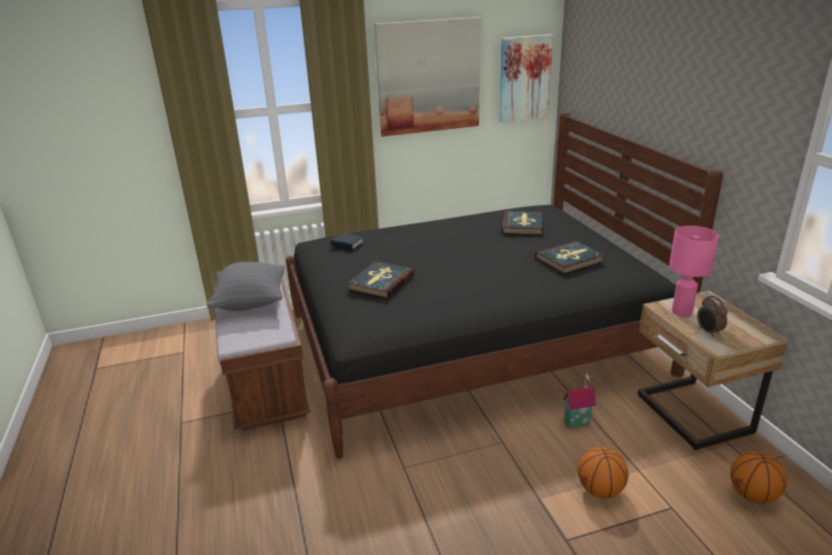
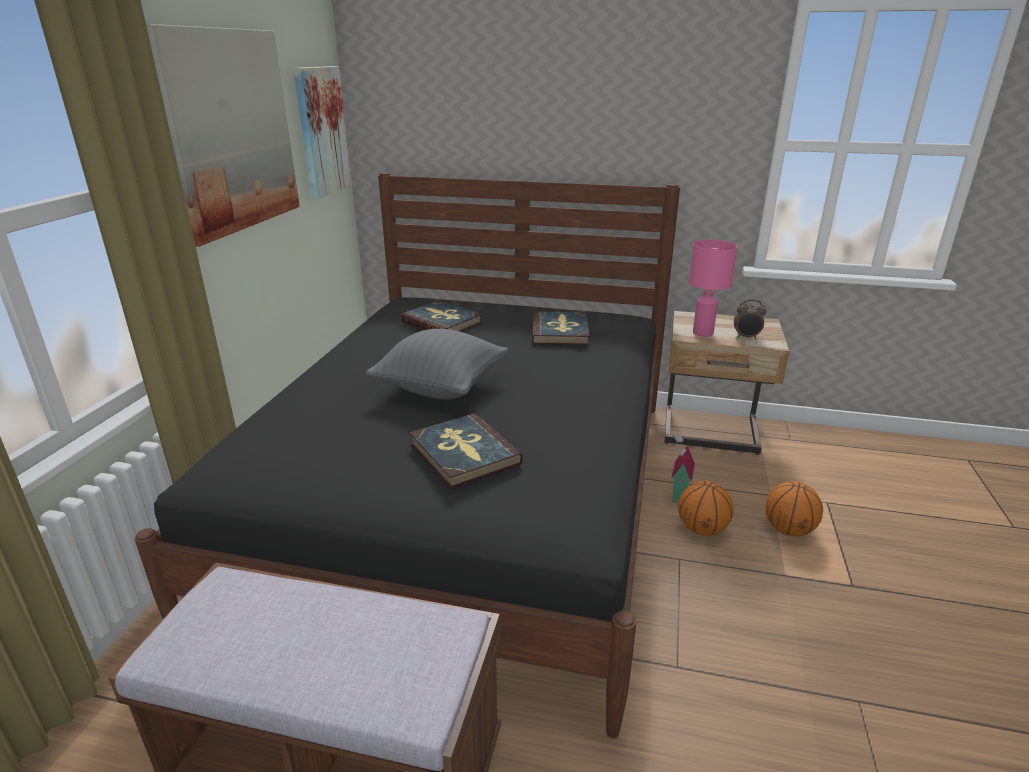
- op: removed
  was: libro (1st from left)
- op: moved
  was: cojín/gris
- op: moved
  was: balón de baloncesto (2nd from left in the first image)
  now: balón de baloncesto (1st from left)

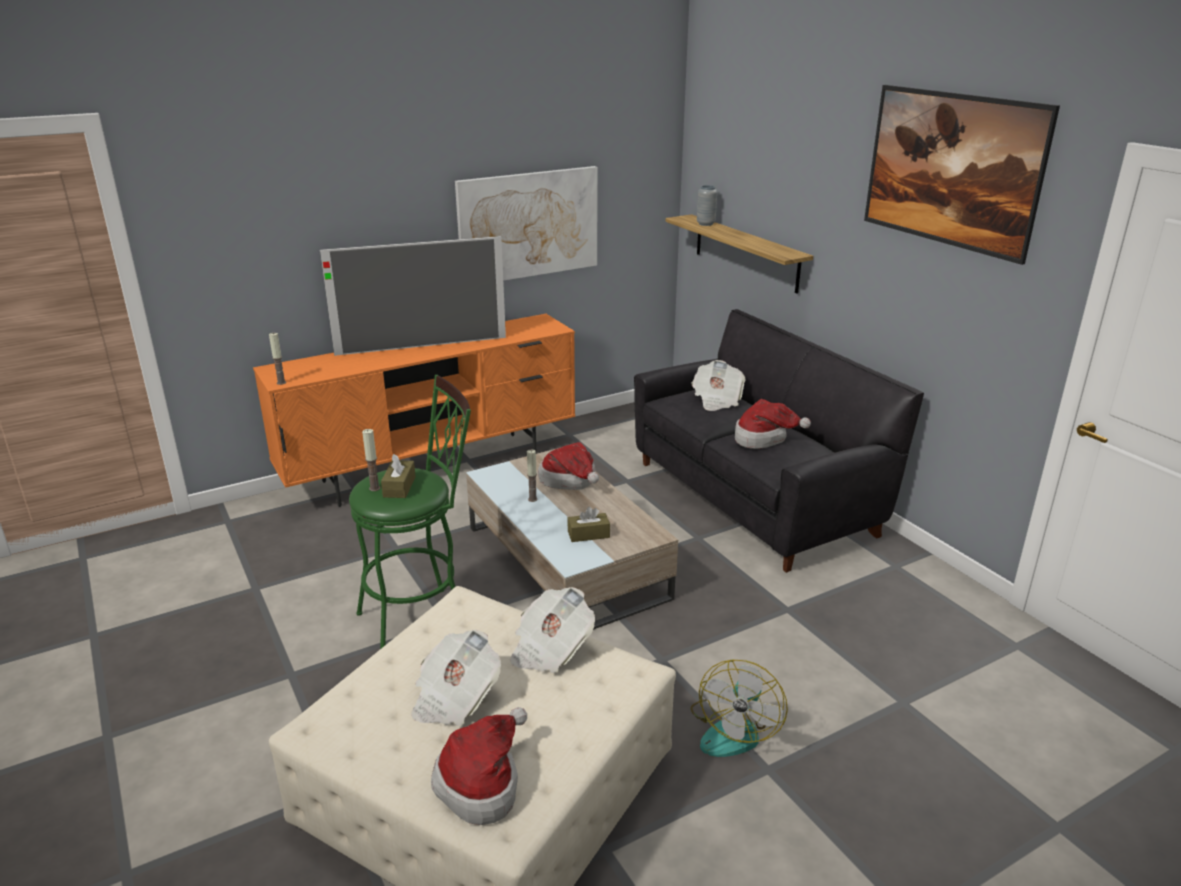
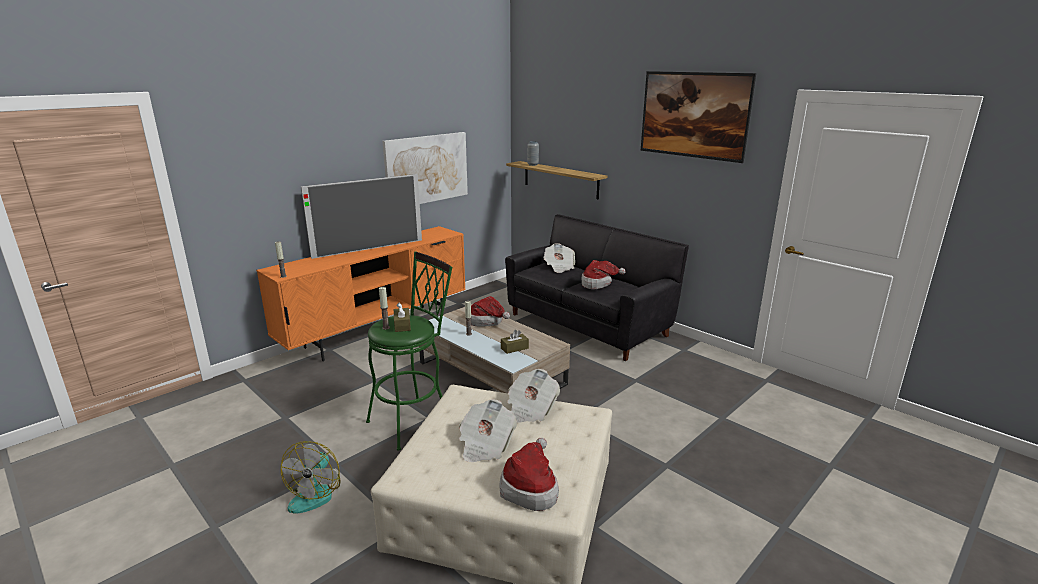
- op: moved
  was: ventilador

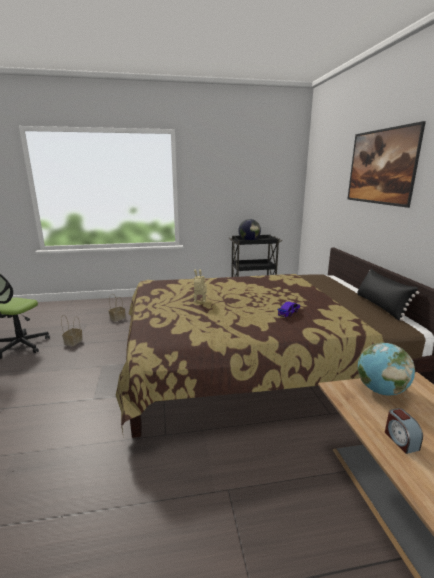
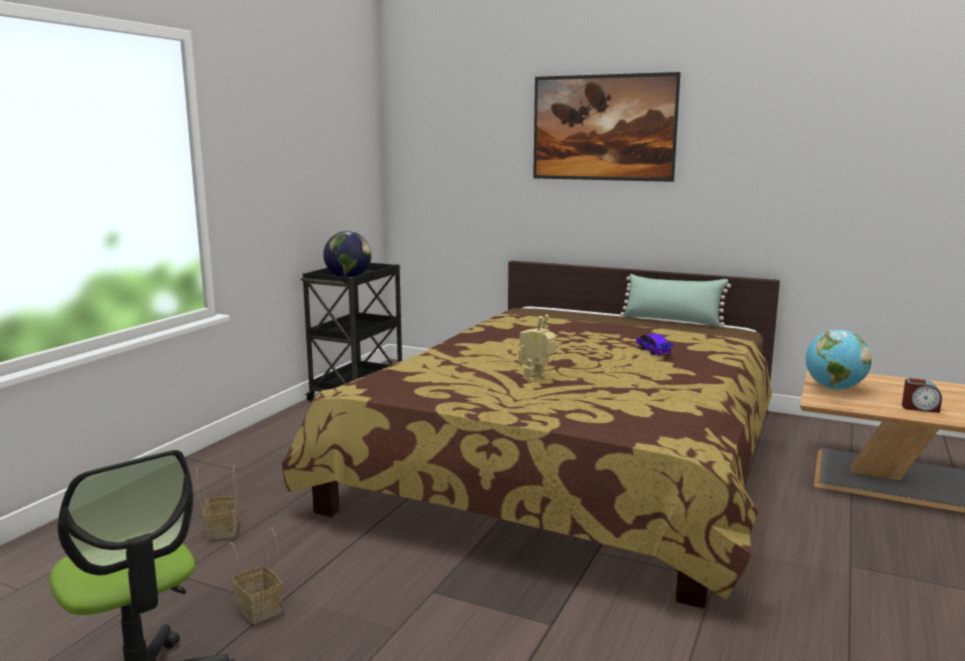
- op: recoloured
  was: cojín/negro
  now: cojín/verde

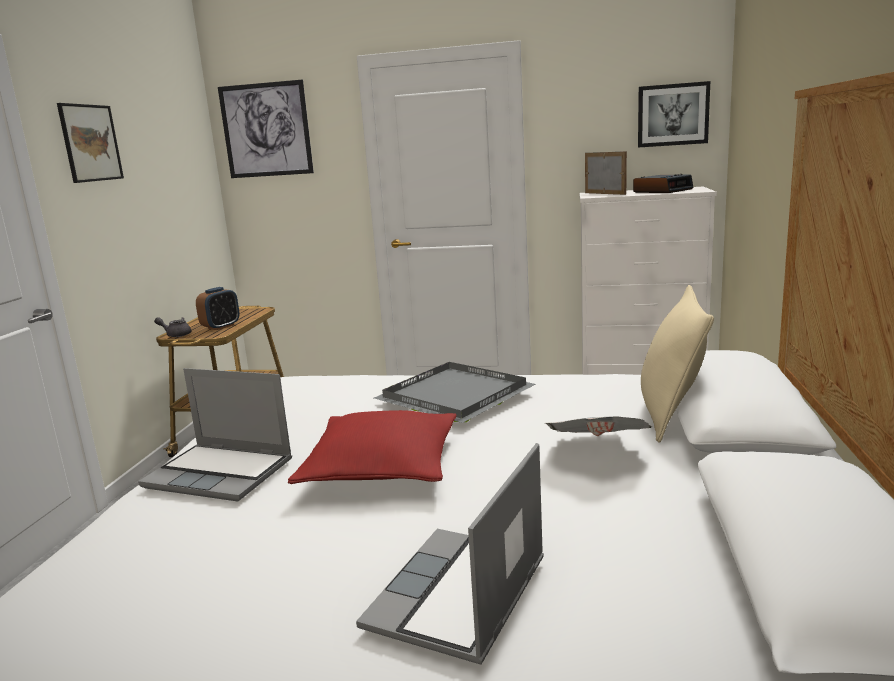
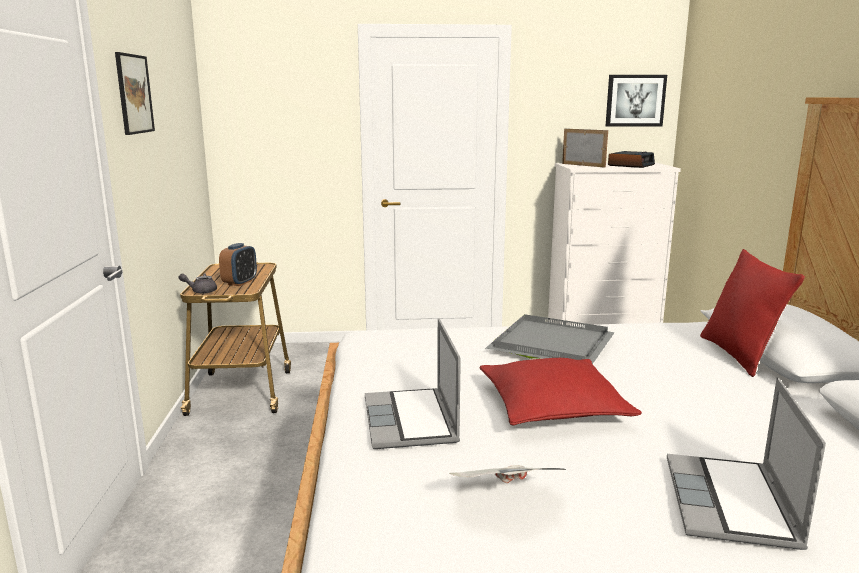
- op: removed
  was: cuadro (2nd from left)
- op: moved
  was: periódico
- op: recoloured
  was: cojín/beis
  now: cojín/rojo (2nd from left)
- op: turned
  was: portátil (1st from left)
  clockwise: 75

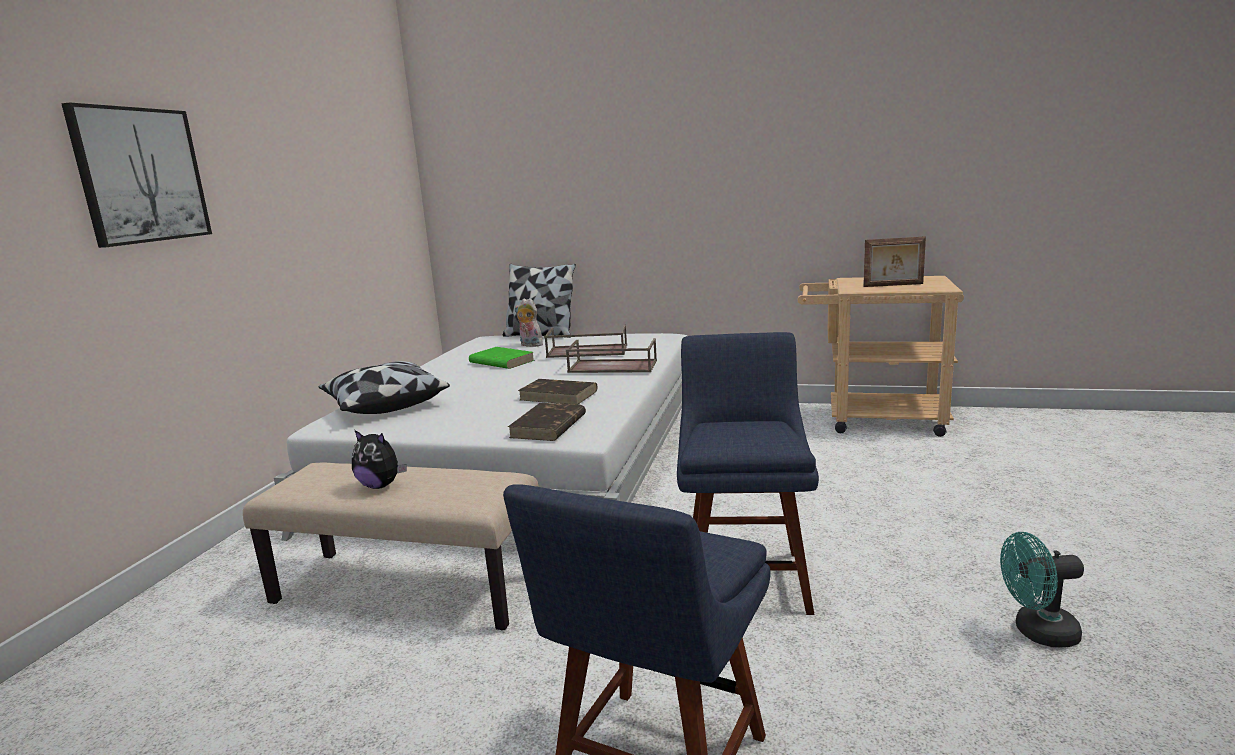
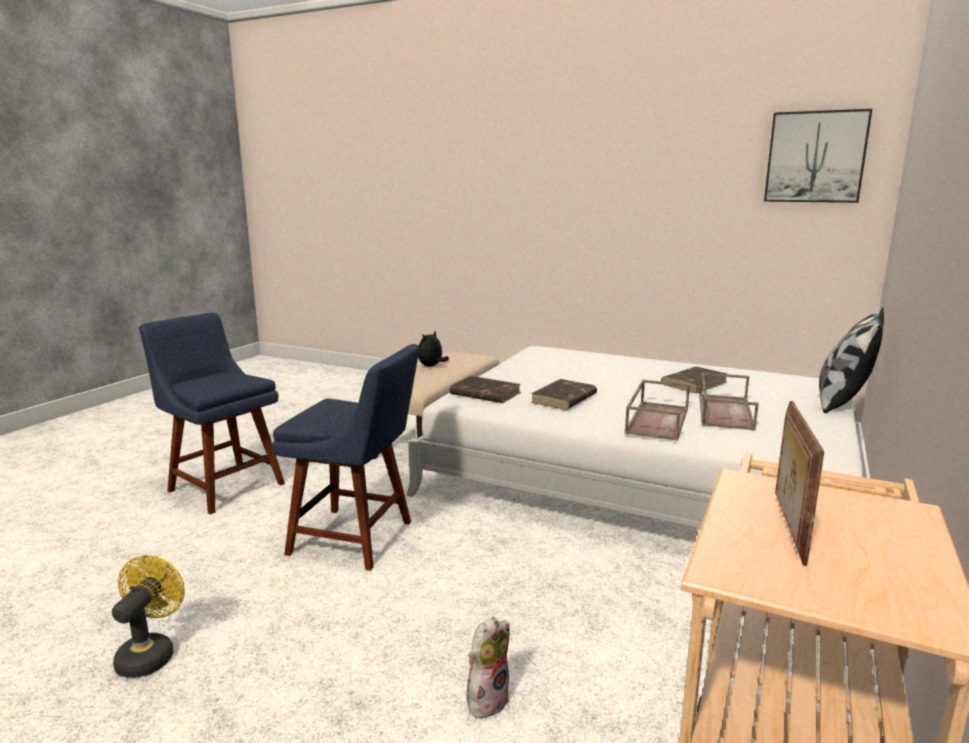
- op: removed
  was: cojín (1st from left)
- op: moved
  was: cuadro
- op: moved
  was: peluche (2nd from left)
- op: recoloured
  was: libro/verde
  now: libro/marrón (3rd from left)
- op: recoloured
  was: ventilador/turquesa
  now: ventilador/amarillo

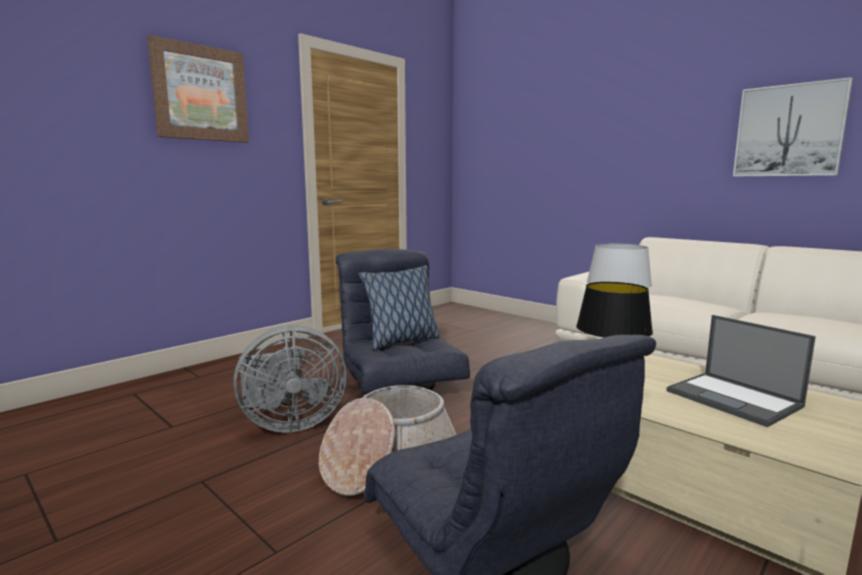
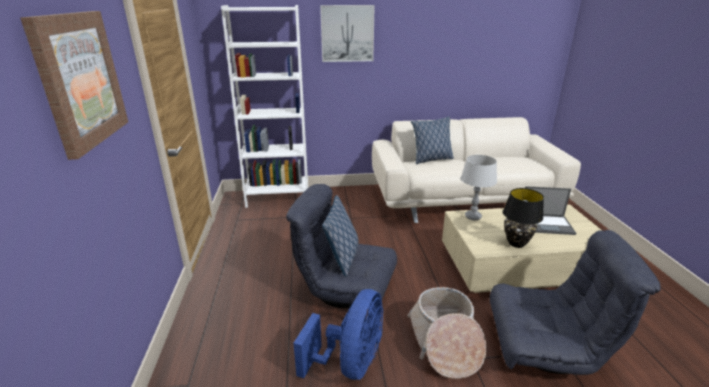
- op: added
  now: estantería/blanco
- op: added
  now: cojín (2nd from left)
- op: moved
  was: cuadro (2nd from left)
- op: recoloured
  was: ventilador/gris
  now: ventilador/azul

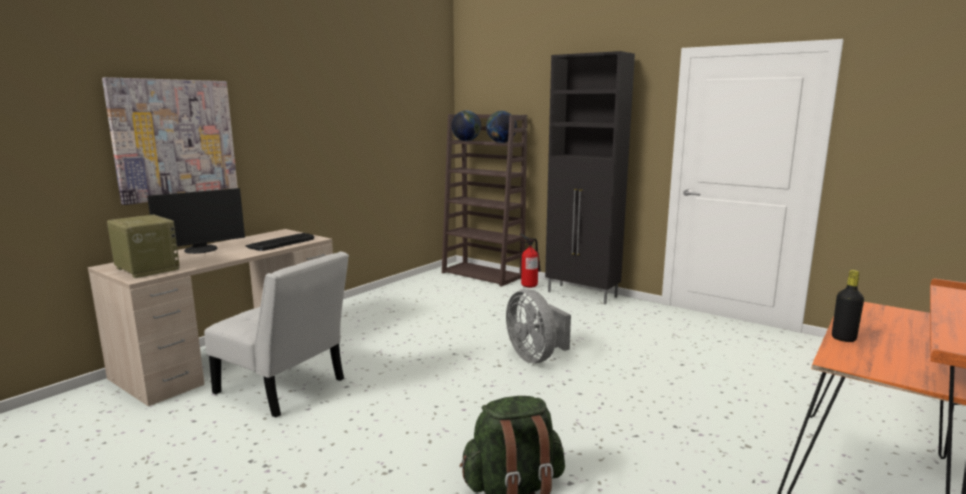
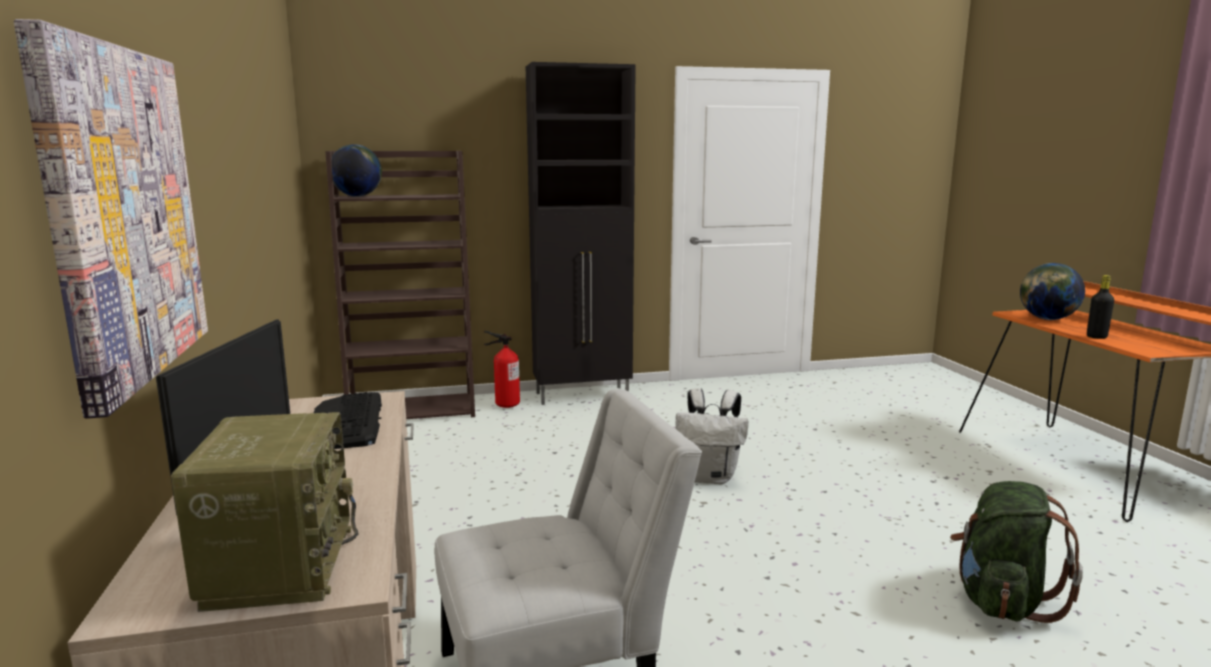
- op: moved
  was: globo terráqueo (2nd from left)
- op: replaced
  was: ventilador/gris
  now: mochila/blanco
- op: turned
  was: radio
  clockwise: 90

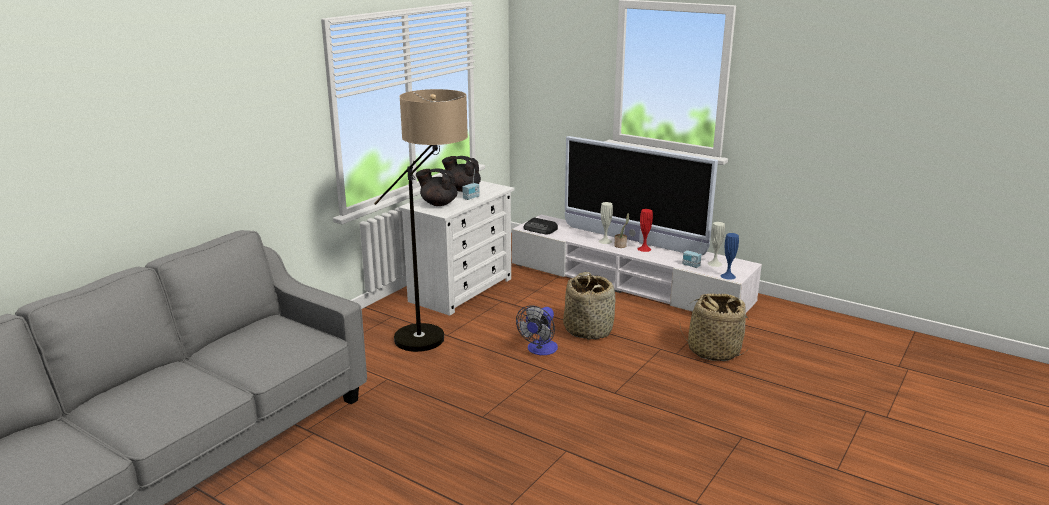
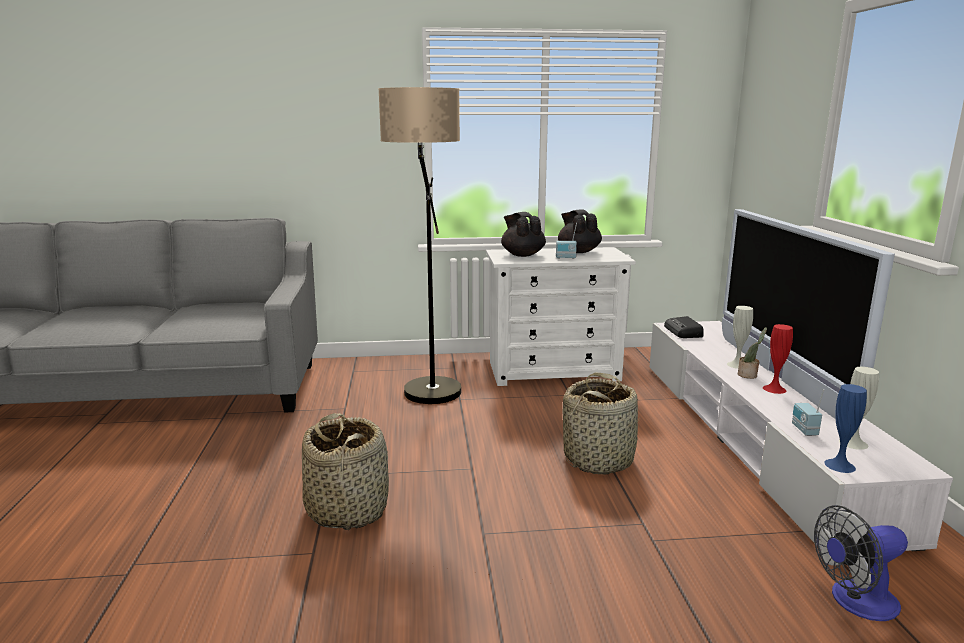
- op: moved
  was: ventilador
- op: moved
  was: cesta (2nd from left in the first image)
  now: cesta (1st from left)

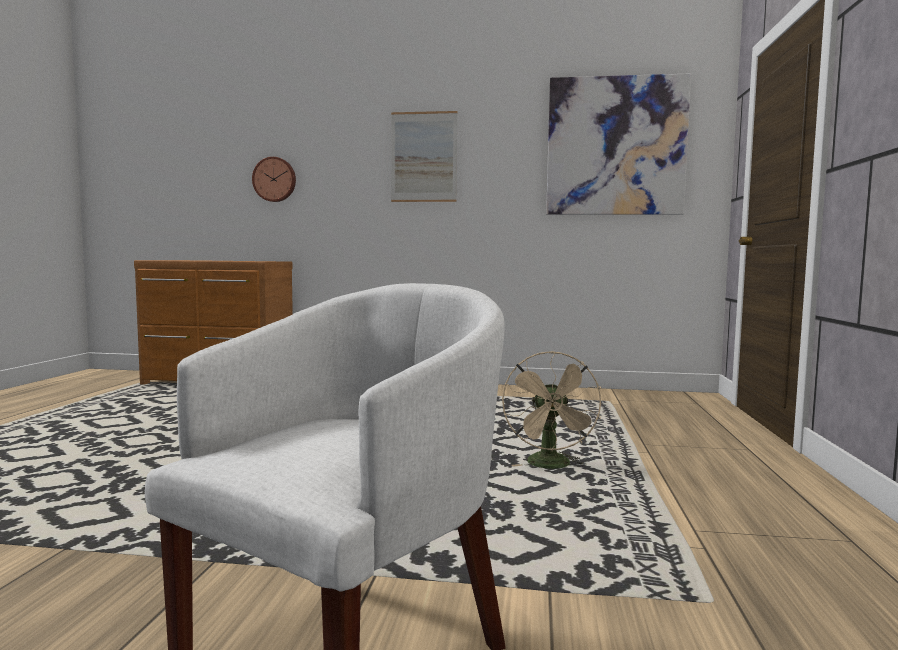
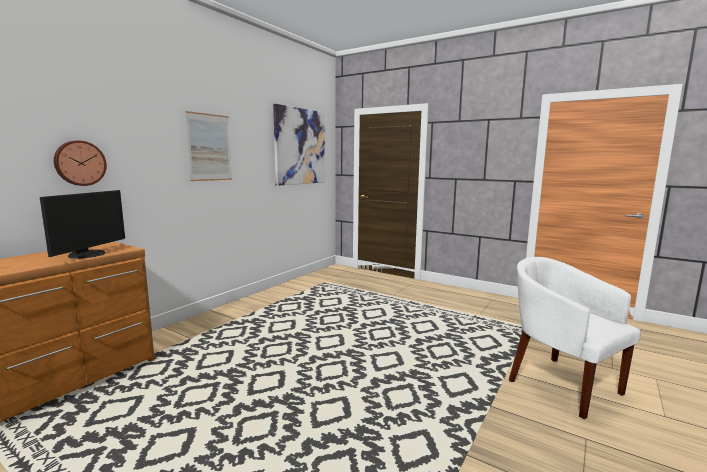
- op: removed
  was: ventilador/beis
- op: added
  now: monitor

